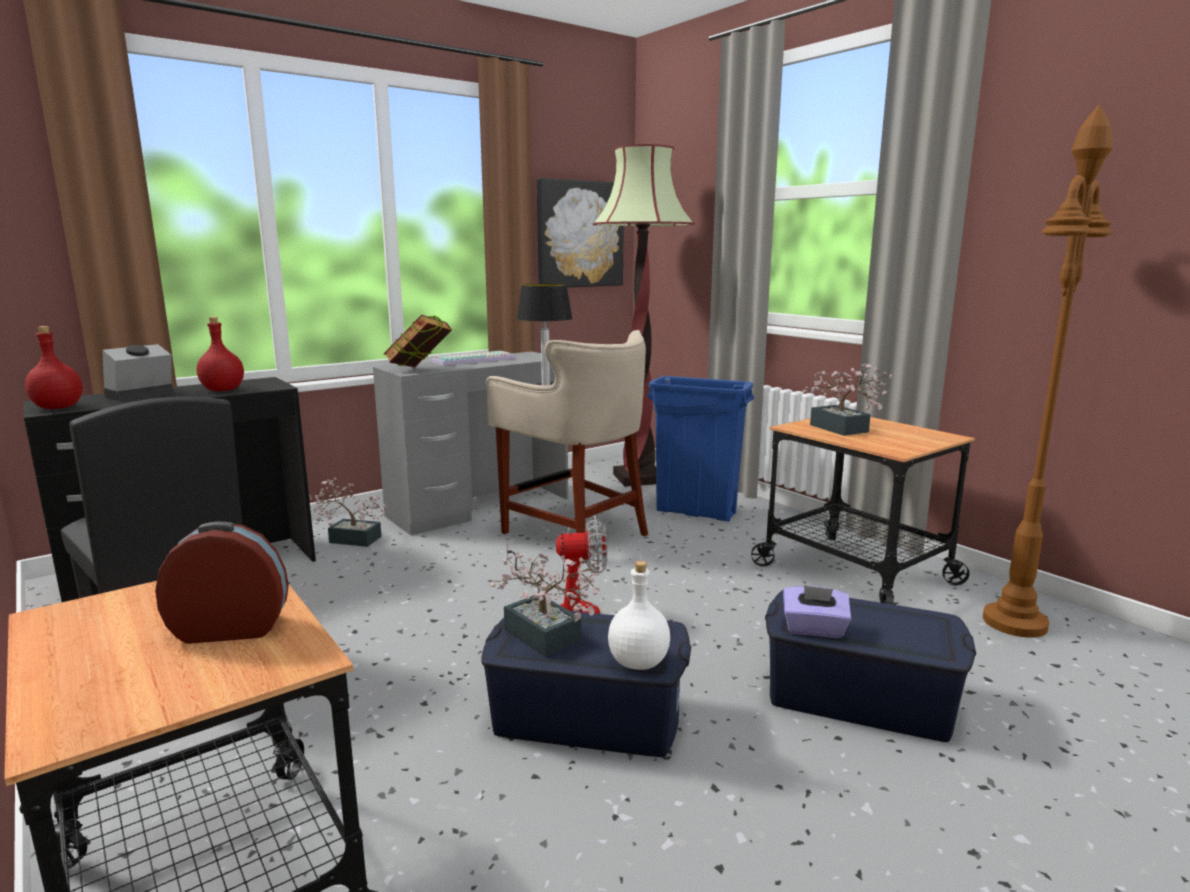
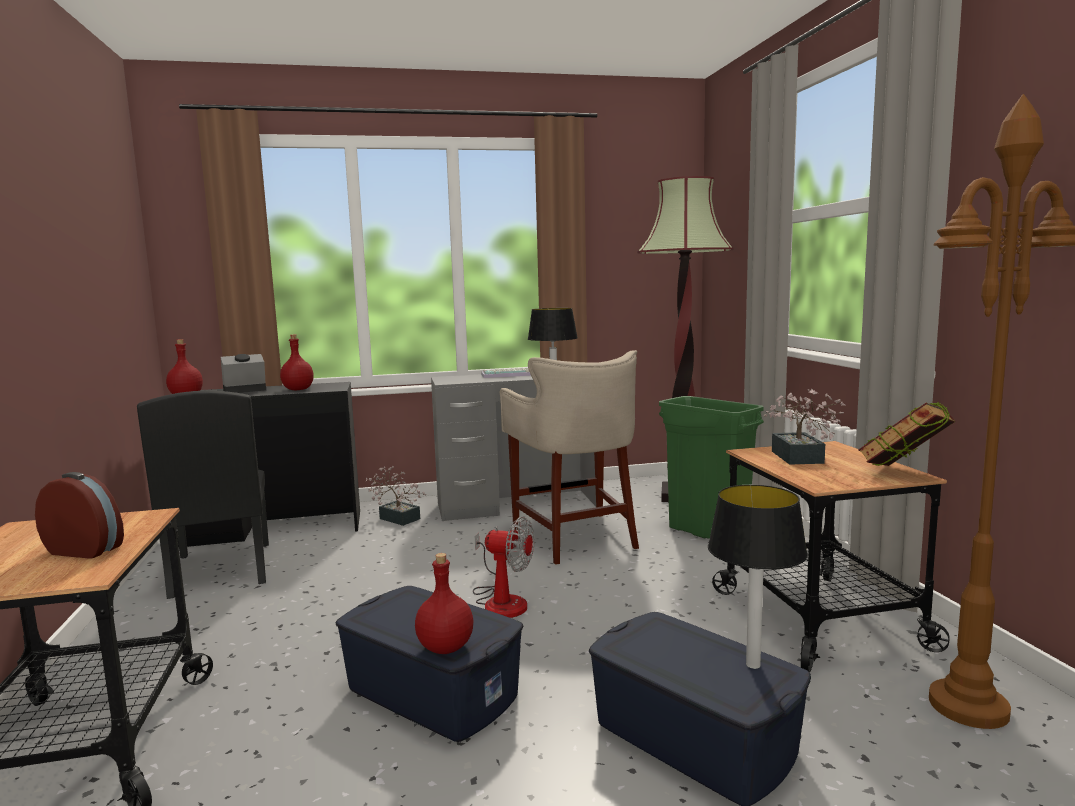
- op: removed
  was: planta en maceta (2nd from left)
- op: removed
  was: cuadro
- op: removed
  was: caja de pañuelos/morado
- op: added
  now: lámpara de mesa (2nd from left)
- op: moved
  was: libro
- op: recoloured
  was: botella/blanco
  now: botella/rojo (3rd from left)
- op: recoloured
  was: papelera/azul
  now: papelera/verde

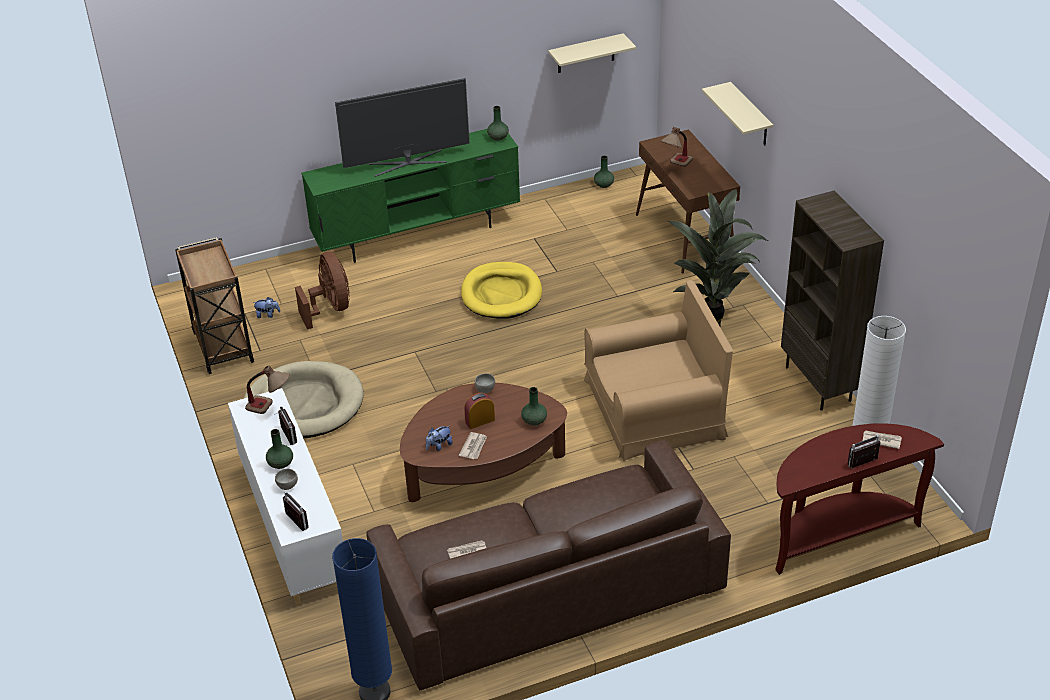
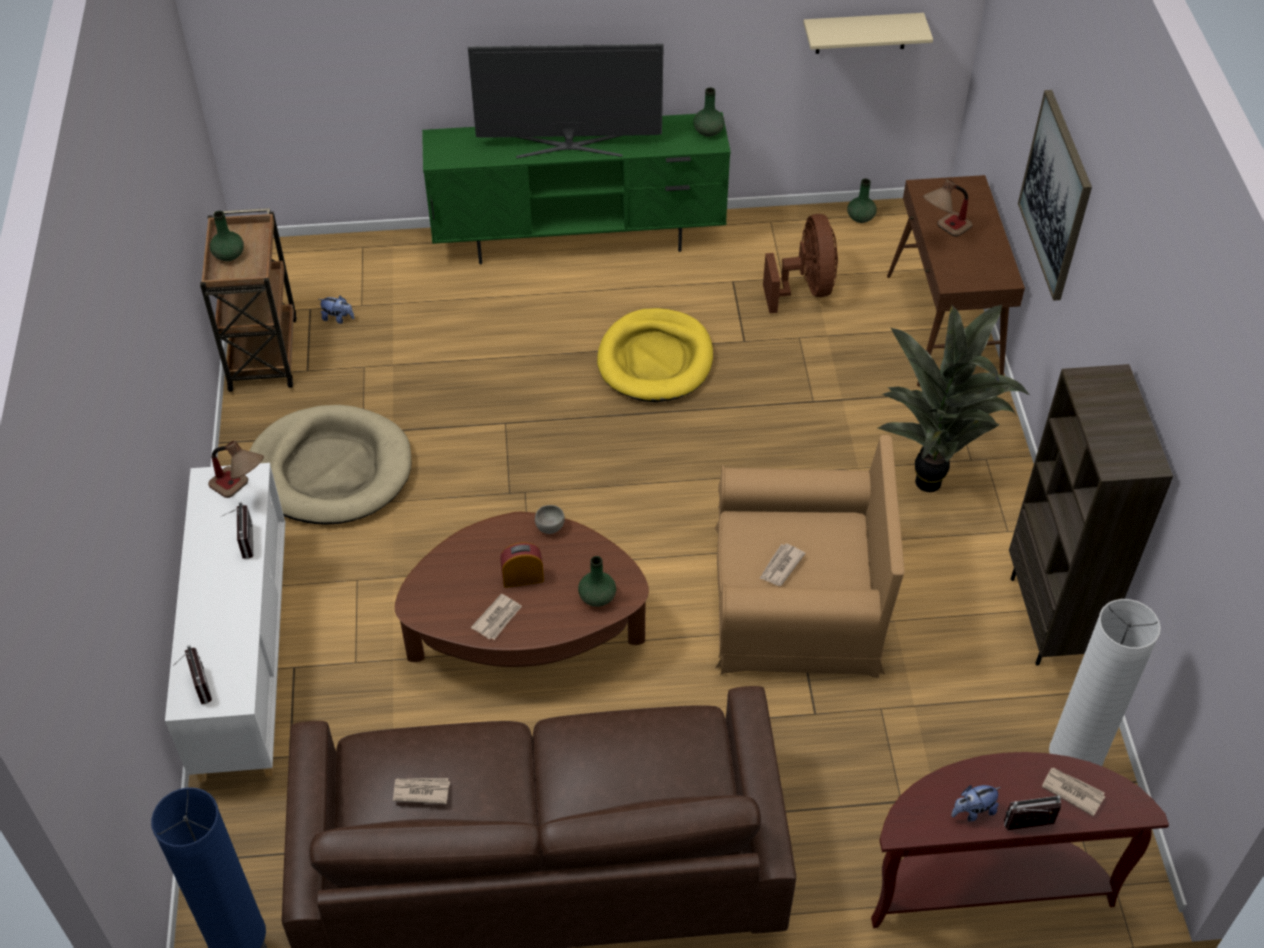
- op: removed
  was: cuenco/gris (1st from left)
- op: added
  now: periódico (3rd from left)
- op: moved
  was: florero/verde (1st from left)
- op: moved
  was: ventilador/marrón
- op: moved
  was: peluche (2nd from left)
- op: replaced
  was: estante/beis (2nd from left)
  now: cuadro

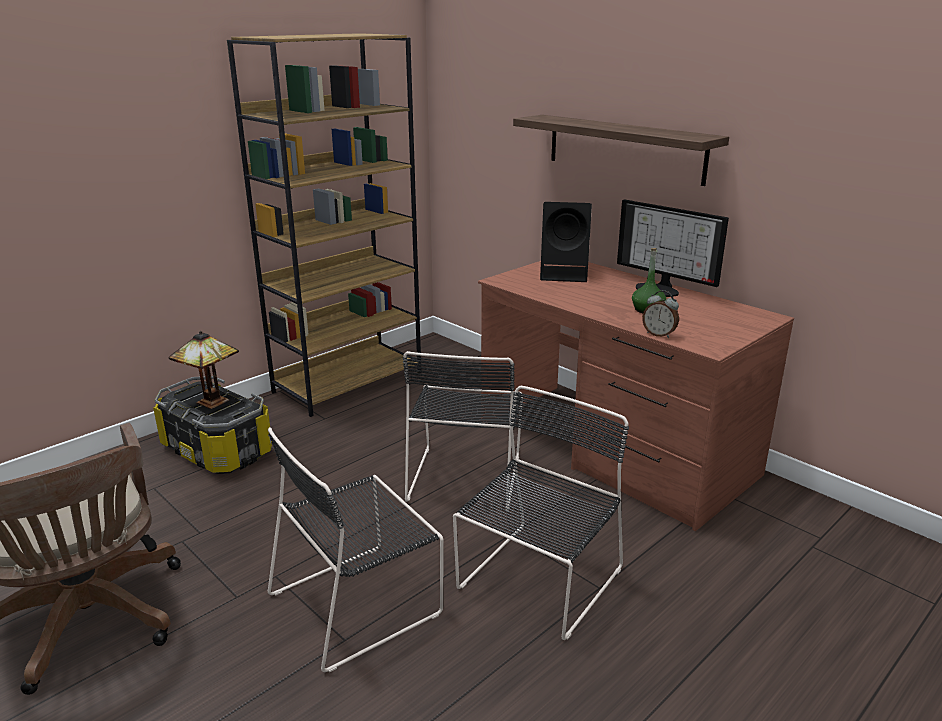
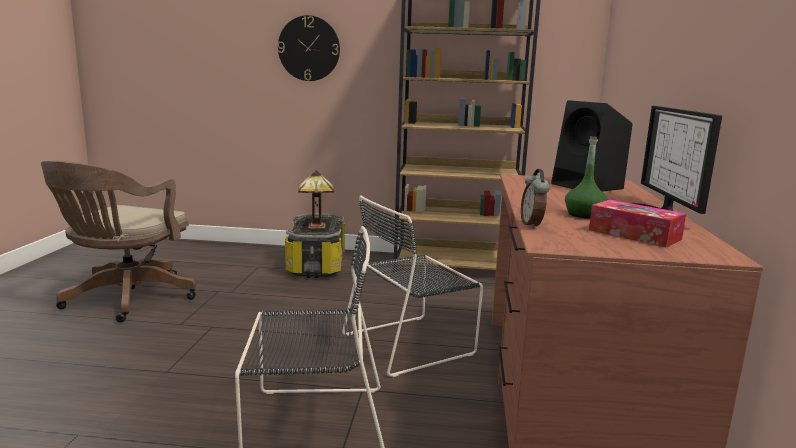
- op: removed
  was: silla/negro (1st from left)
- op: removed
  was: estante
- op: added
  now: reloj de pared
- op: added
  now: caja de pañuelos

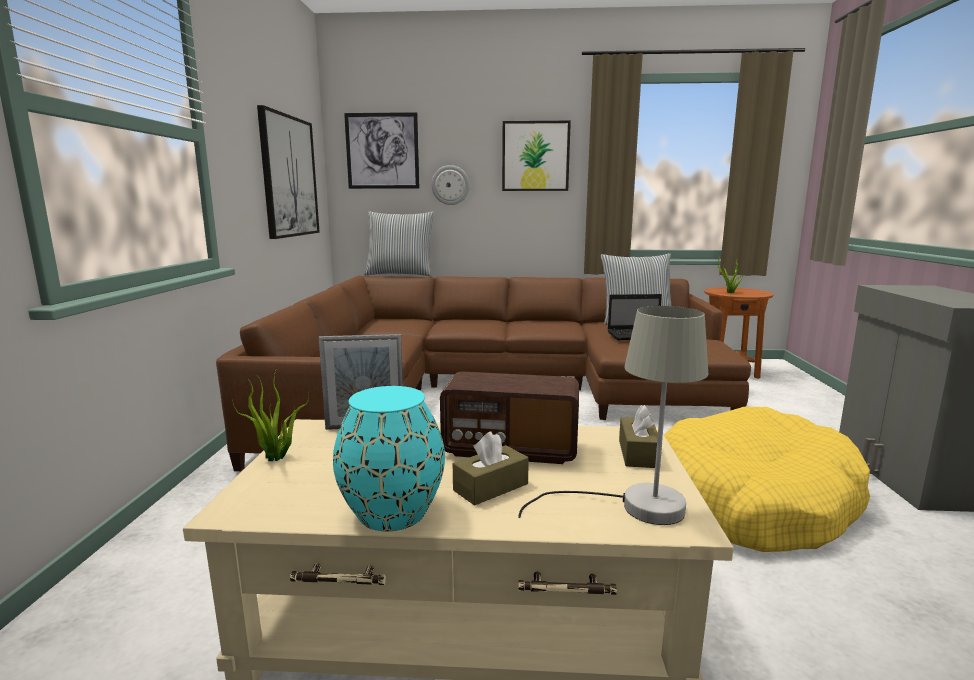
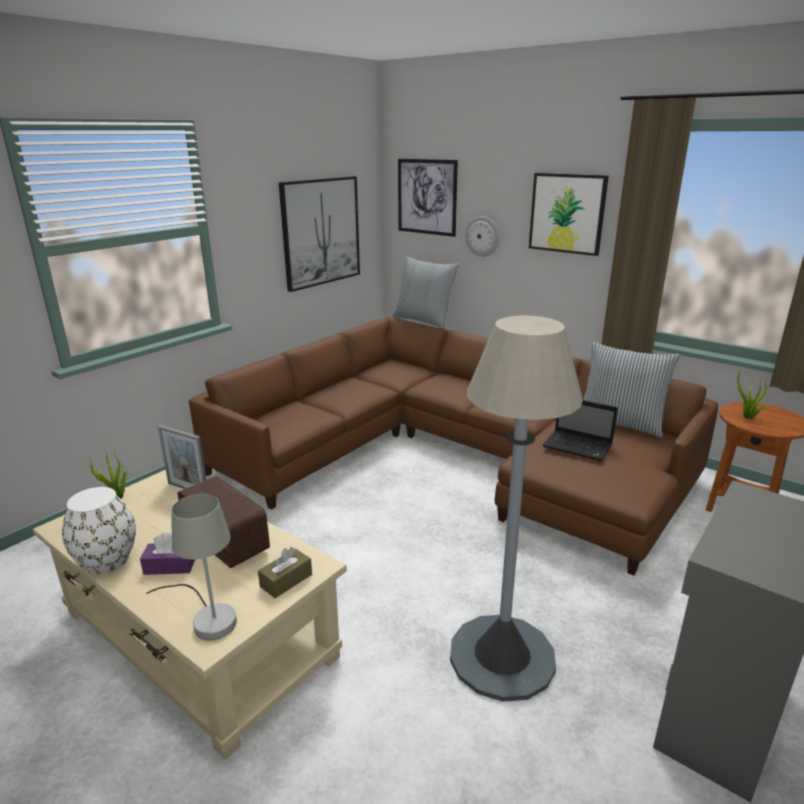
- op: replaced
  was: cama para perro/amarillo
  now: lámpara de pie/gris
- op: recoloured
  was: florero/turquesa
  now: florero/blanco
- op: recoloured
  was: caja de pañuelos/marrón (1st from left)
  now: caja de pañuelos/morado

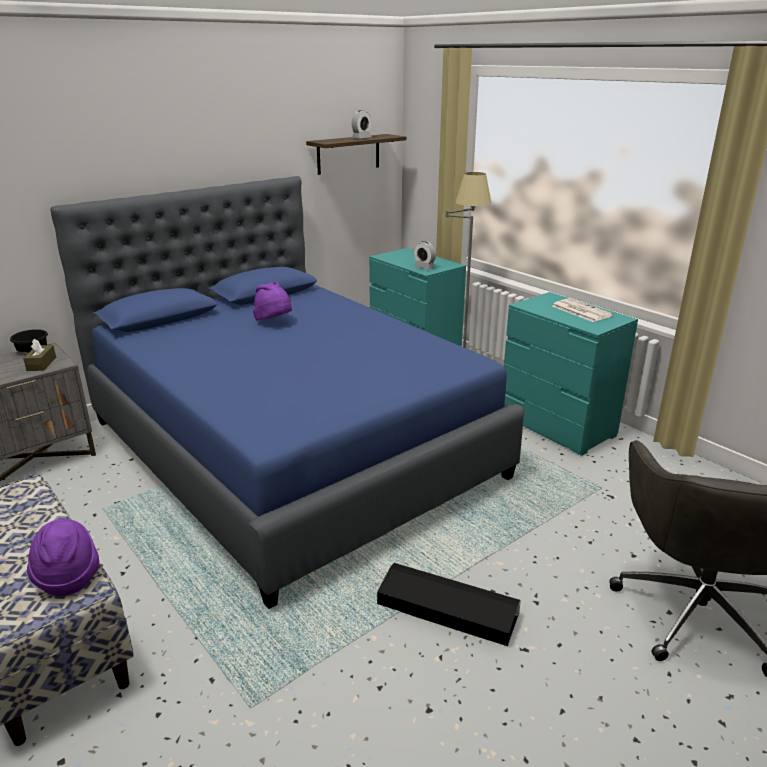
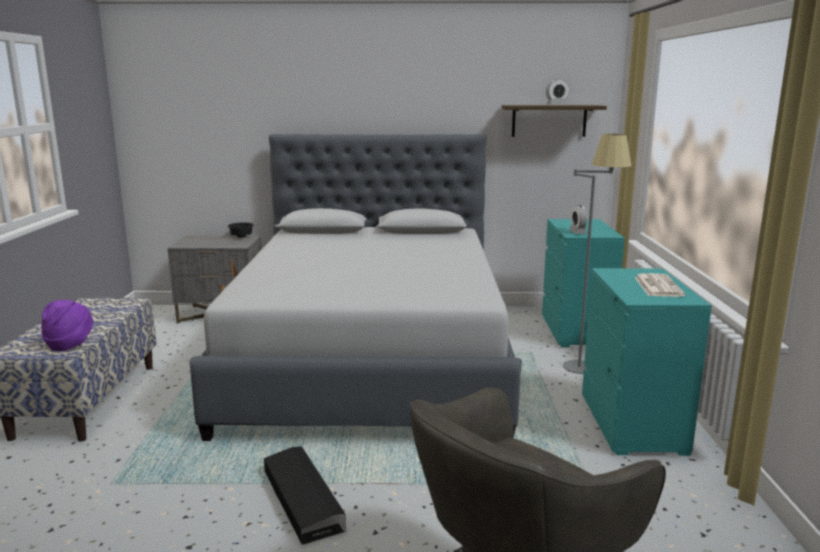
- op: removed
  was: caja de pañuelos/marrón
- op: removed
  was: sombrero/morado (2nd from left)
- op: recoloured
  was: cama/azul
  now: cama/gris

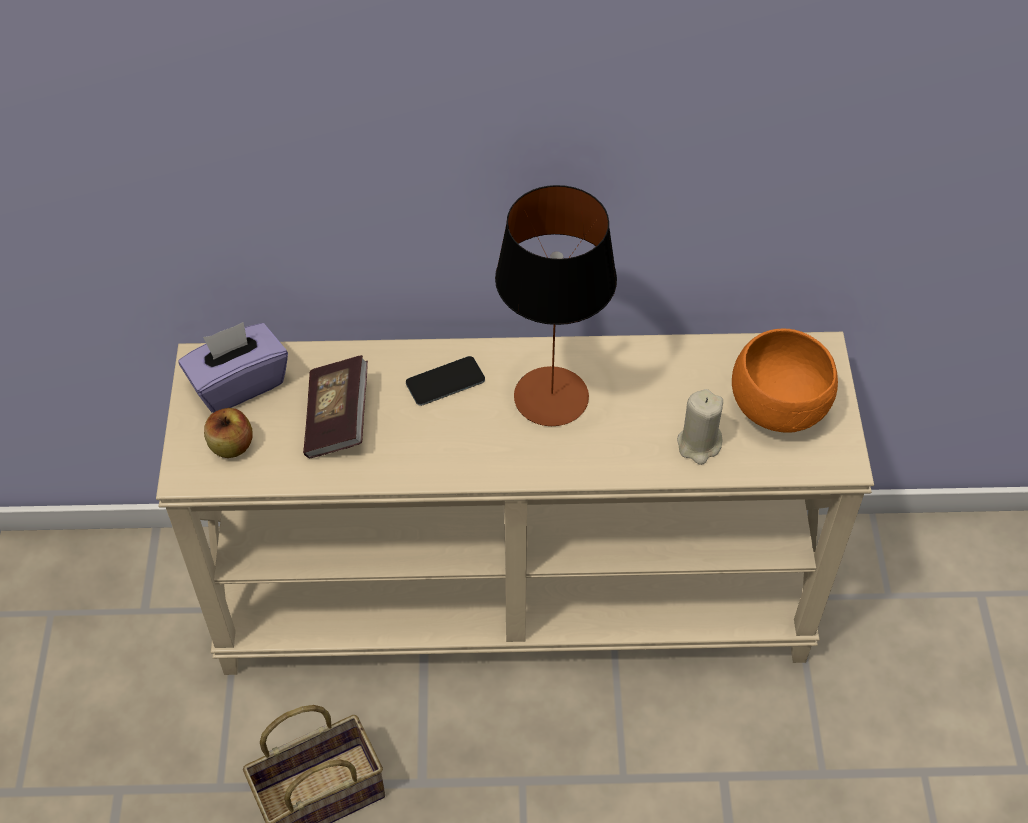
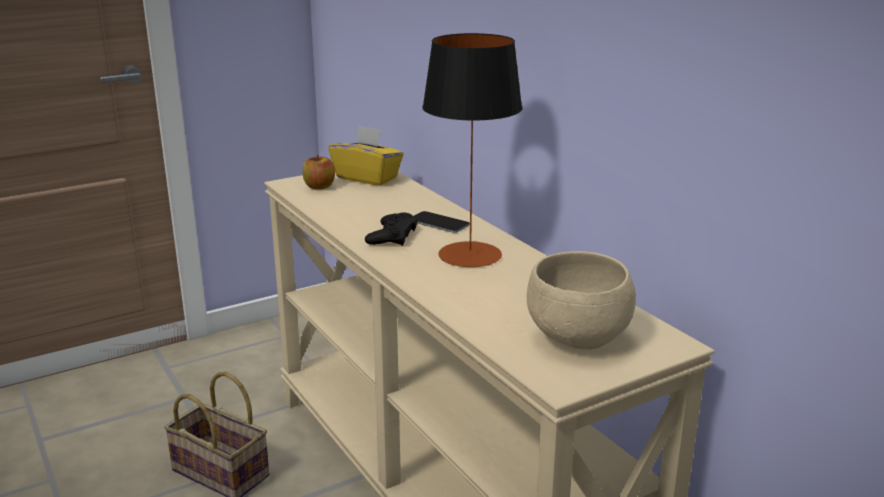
- op: removed
  was: libro
- op: removed
  was: vela/beis
- op: added
  now: mando de consola/negro
- op: recoloured
  was: caja de pañuelos/morado
  now: caja de pañuelos/amarillo
- op: recoloured
  was: cuenco/naranja
  now: cuenco/beis

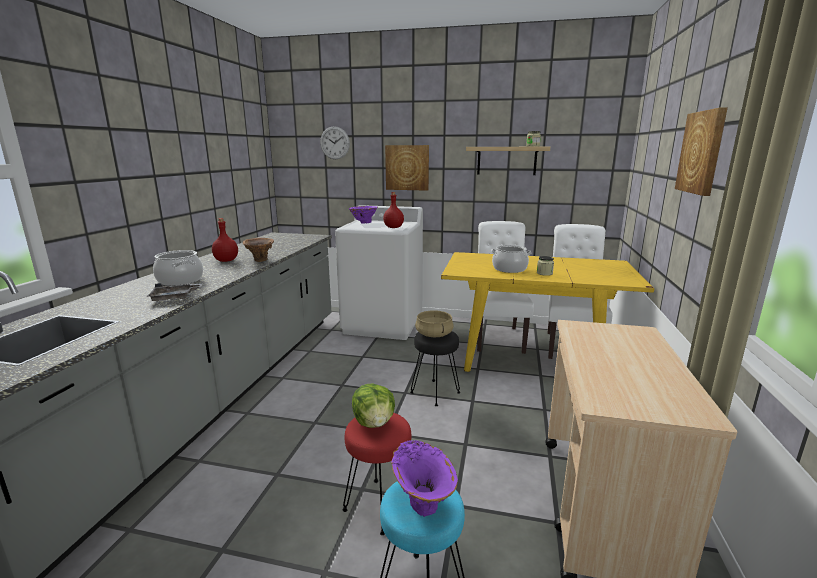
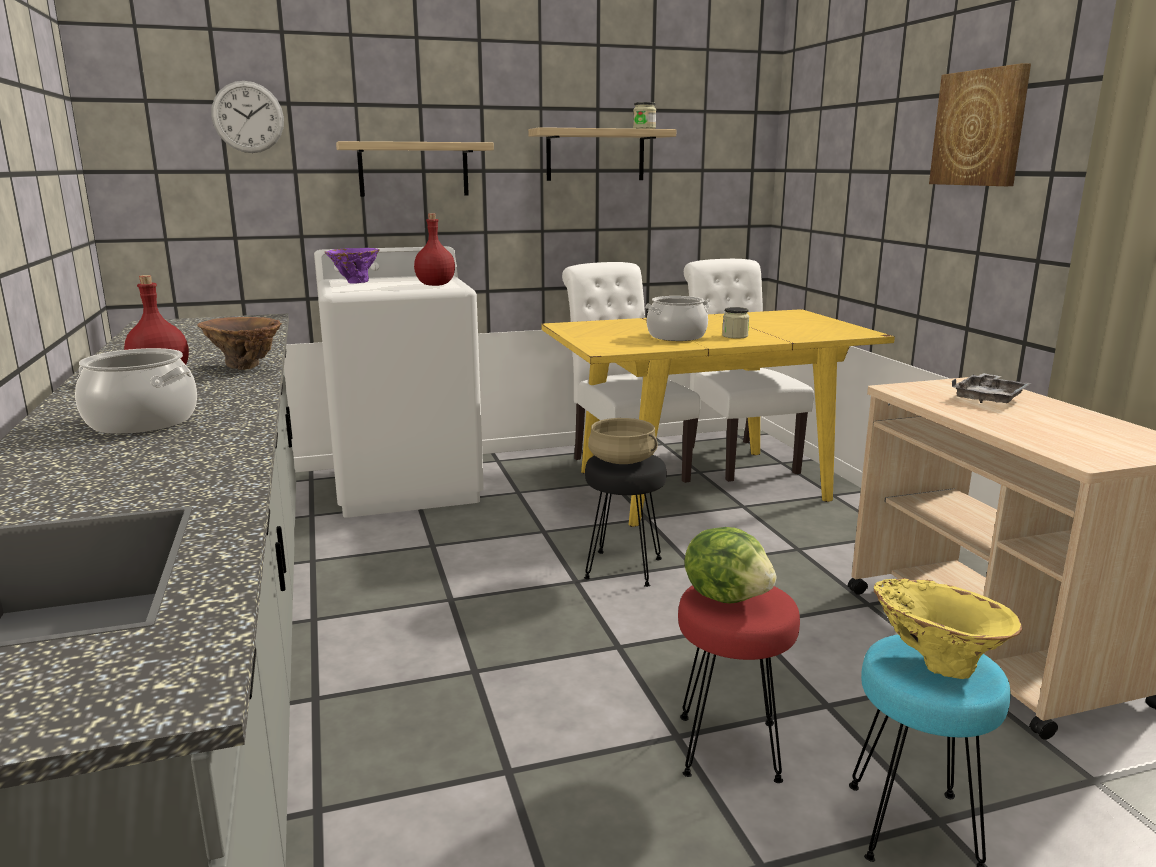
- op: moved
  was: bandeja/gris
- op: replaced
  was: cuadro (1st from left)
  now: estante (1st from left)
- op: recoloured
  was: florero/morado (2nd from left)
  now: florero/amarillo

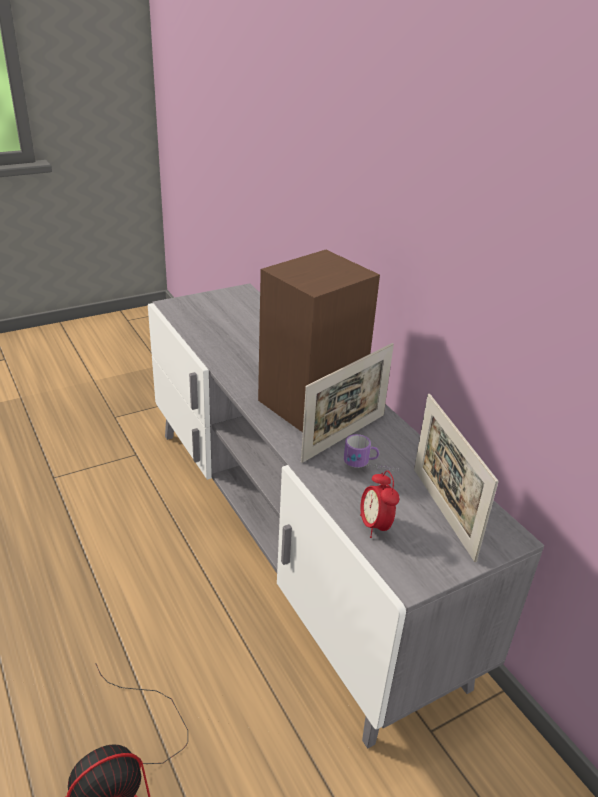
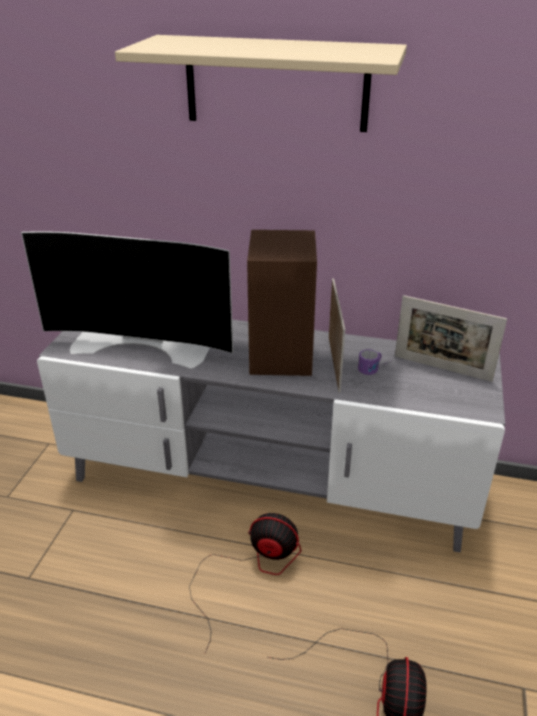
- op: removed
  was: despertador
- op: added
  now: televisor
- op: added
  now: estante/beis
- op: added
  now: ventilador (1st from left)

